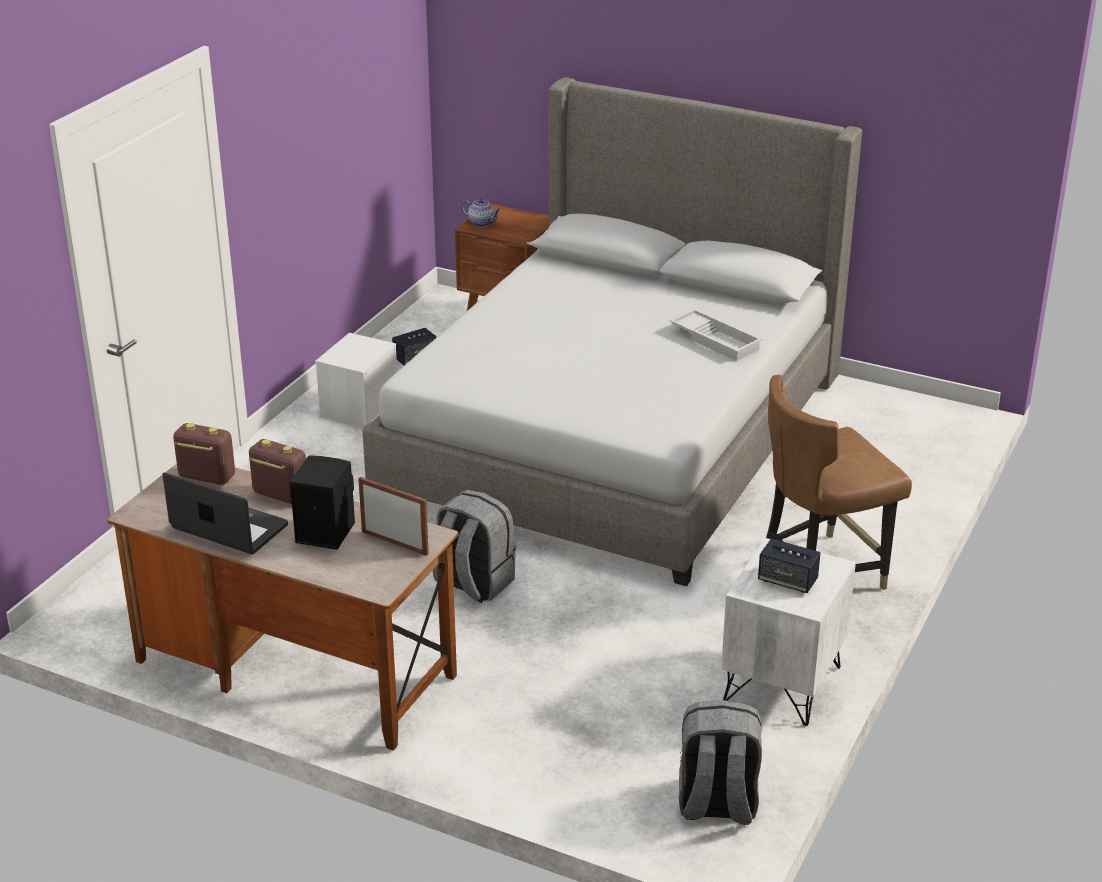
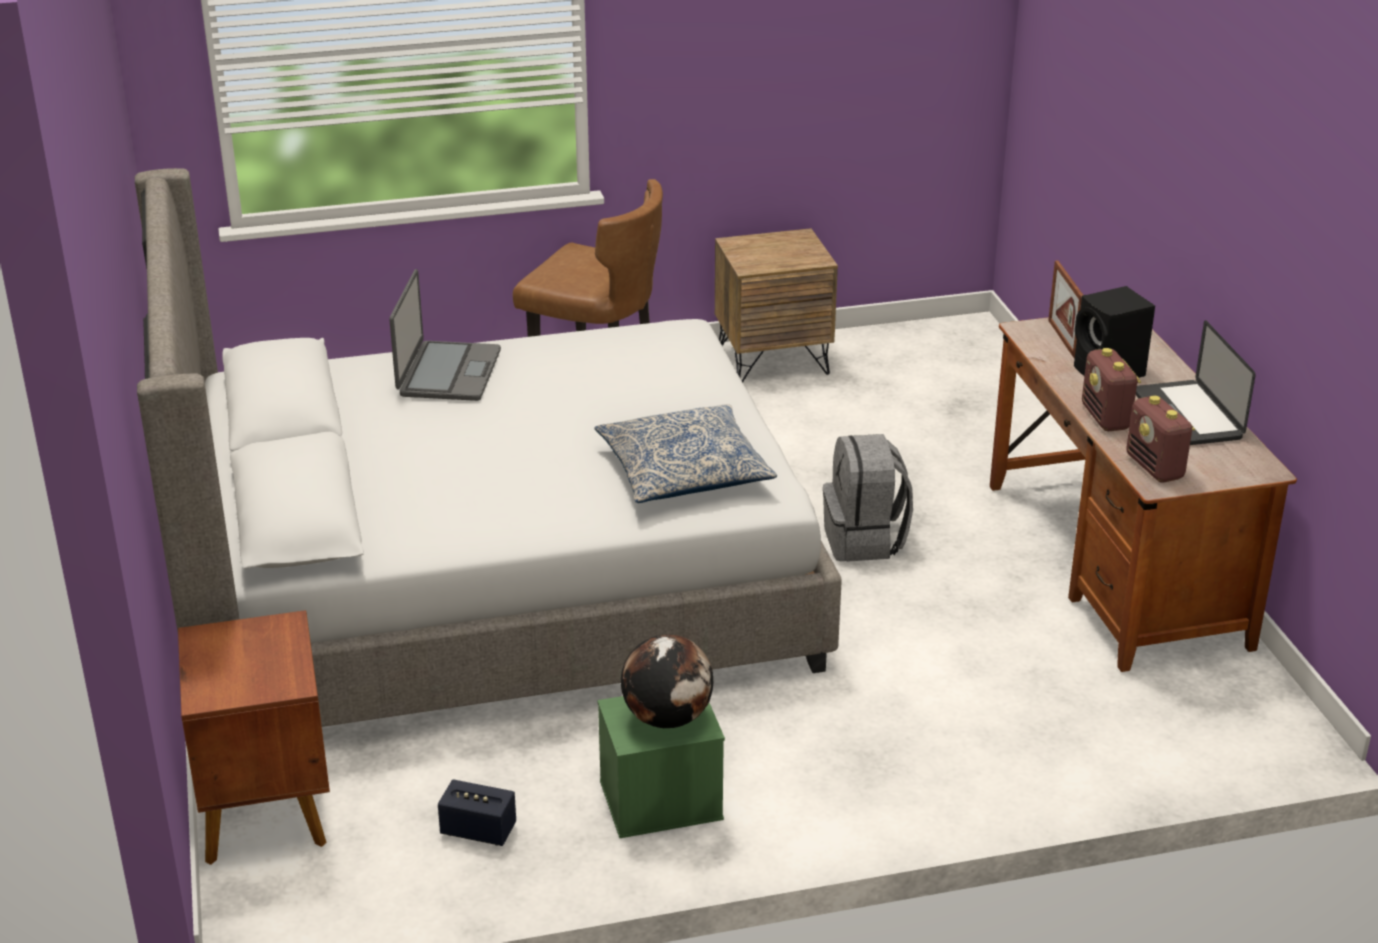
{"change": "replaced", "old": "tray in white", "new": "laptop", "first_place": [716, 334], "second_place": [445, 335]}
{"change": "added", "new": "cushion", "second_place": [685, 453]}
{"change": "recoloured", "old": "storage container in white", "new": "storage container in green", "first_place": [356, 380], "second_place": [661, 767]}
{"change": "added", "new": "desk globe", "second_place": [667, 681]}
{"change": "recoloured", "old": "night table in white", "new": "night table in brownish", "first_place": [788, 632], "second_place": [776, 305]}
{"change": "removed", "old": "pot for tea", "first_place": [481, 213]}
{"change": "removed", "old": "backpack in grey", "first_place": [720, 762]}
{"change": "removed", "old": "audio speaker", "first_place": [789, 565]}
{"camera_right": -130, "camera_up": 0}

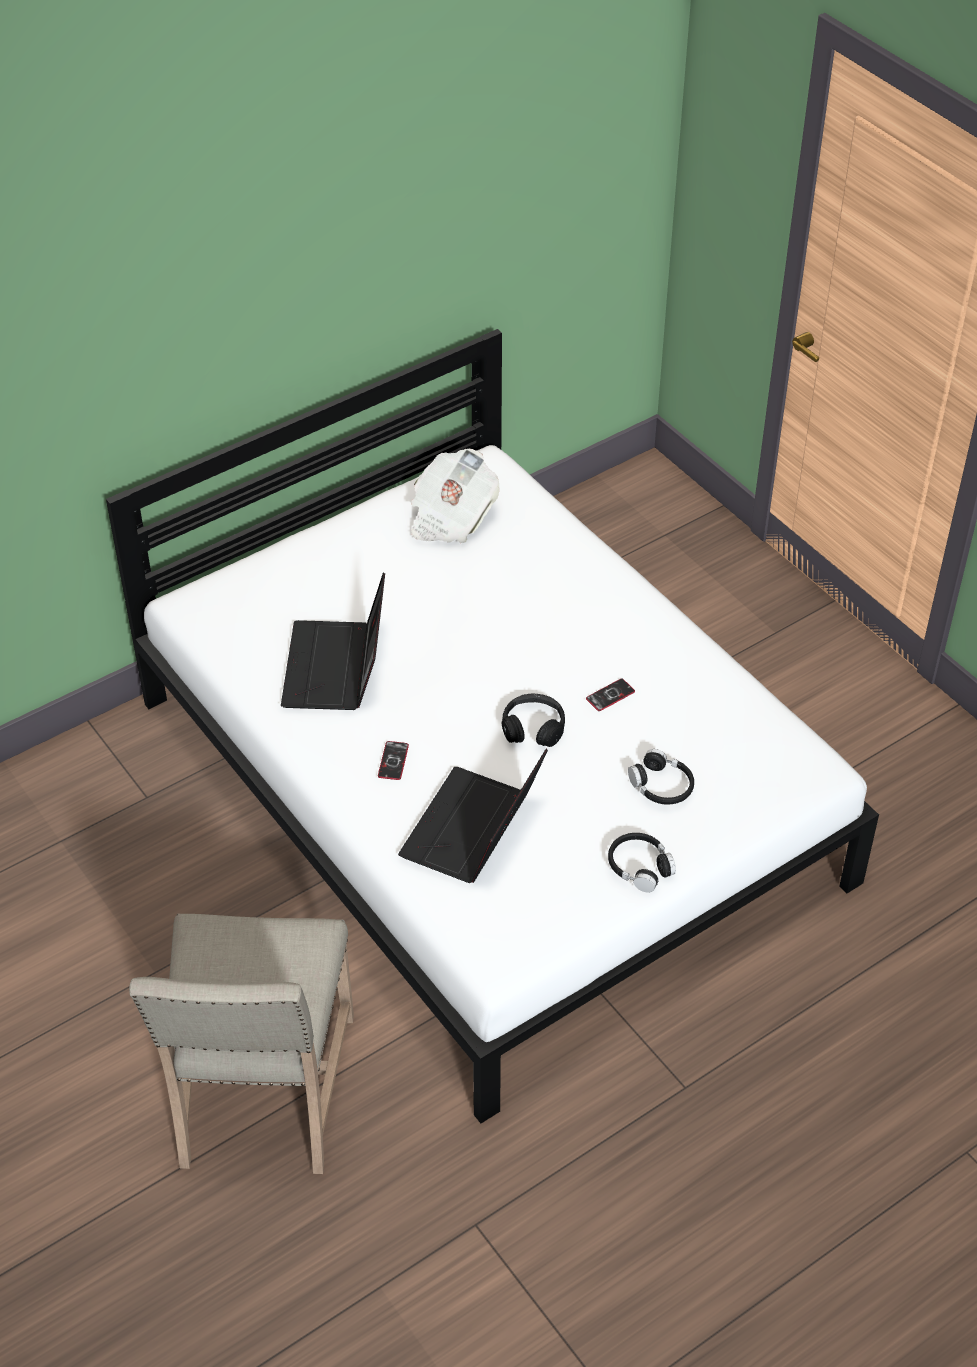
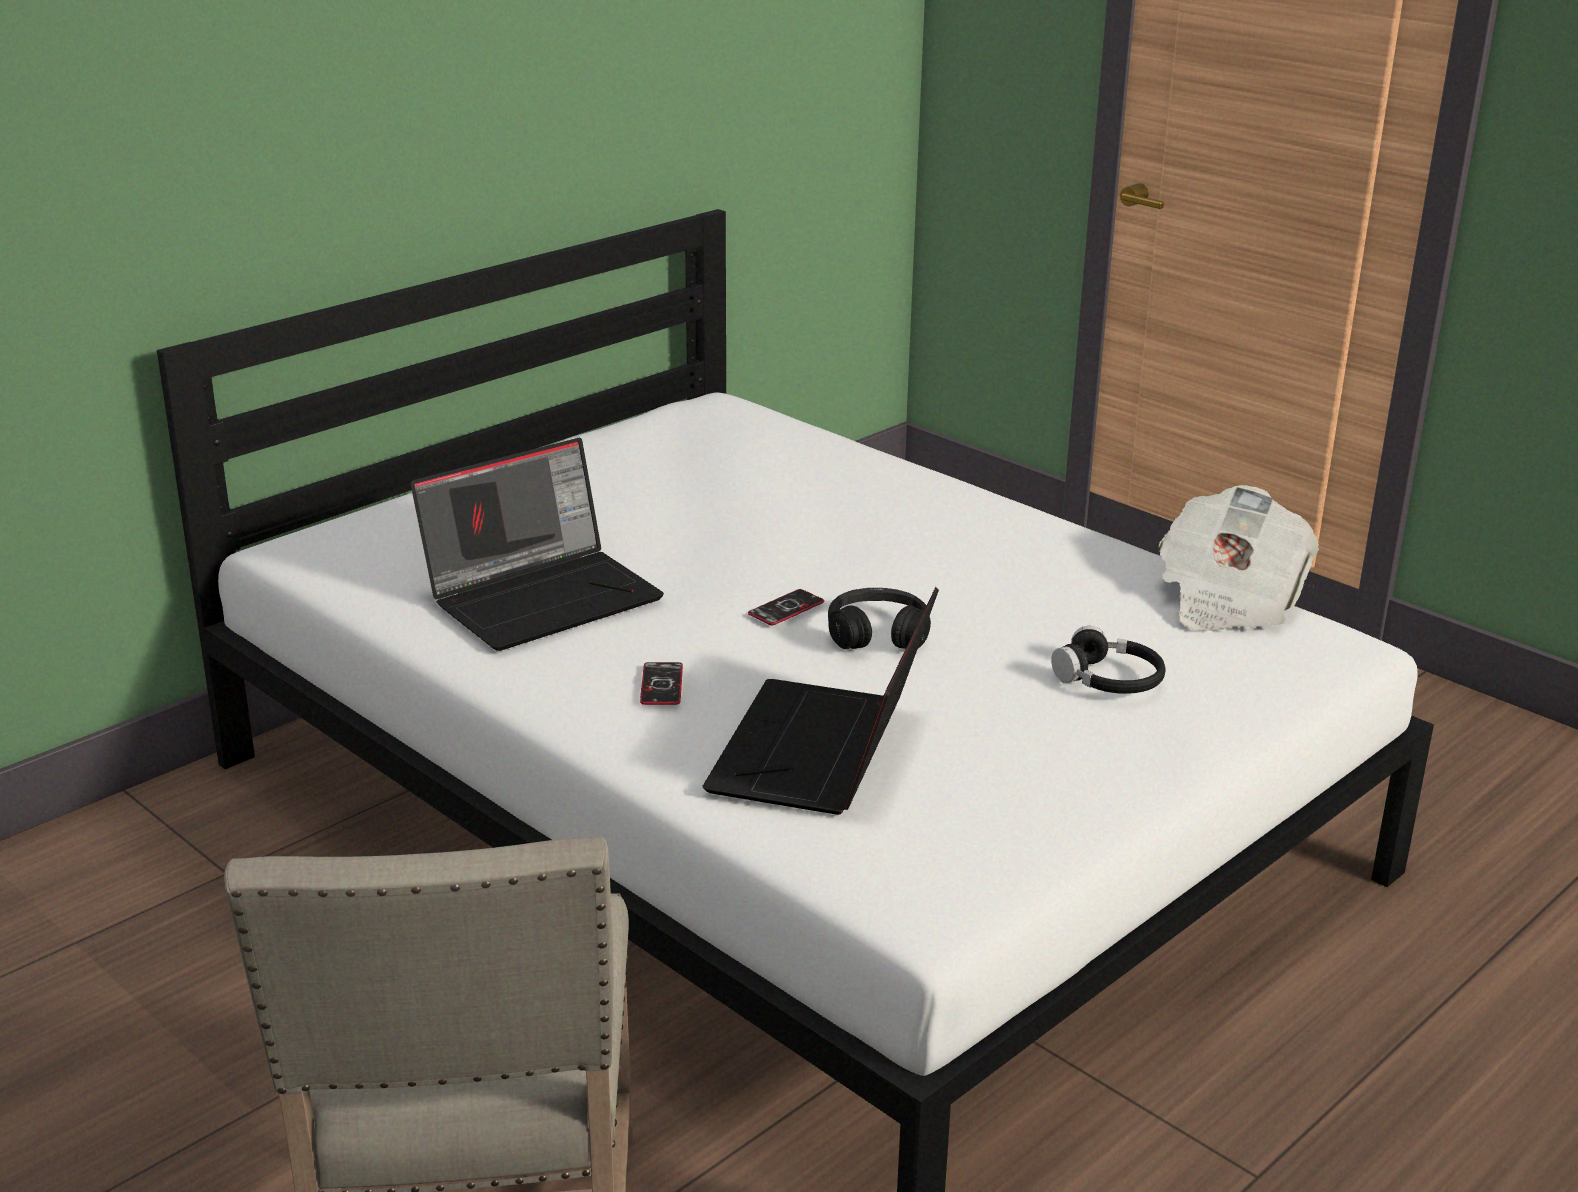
{"change": "turned", "old": "laptop", "first_place": [333, 641], "second_place": [537, 544], "degrees": -120}
{"change": "moved", "old": "telephone", "first_place": [610, 695], "second_place": [786, 607]}
{"change": "moved", "old": "printed paper", "first_place": [455, 496], "second_place": [1238, 558]}
{"change": "removed", "old": "headphones in blackish", "first_place": [642, 862]}
{"camera_right": -10, "camera_up": -20}

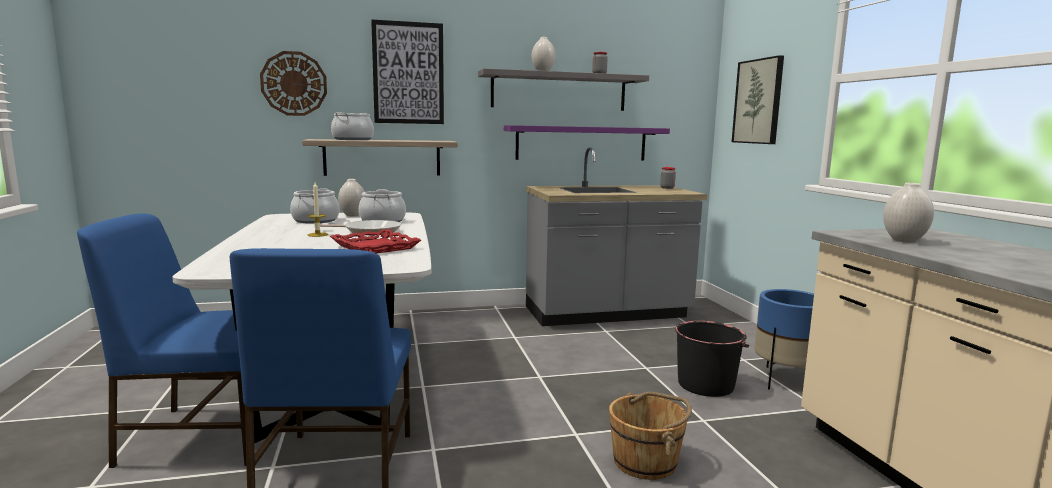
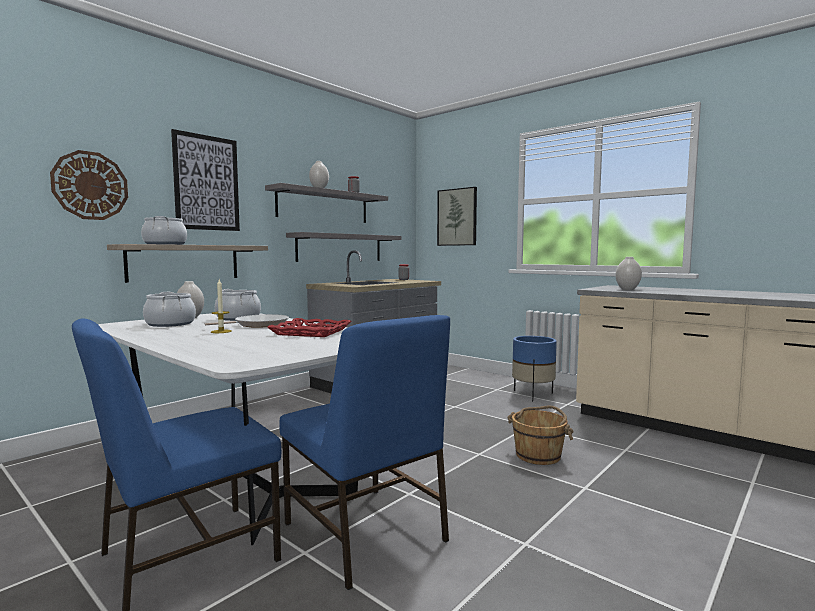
{"change": "recoloured", "old": "shelf in purplish", "new": "shelf in grey", "first_place": [587, 142], "second_place": [343, 247]}
{"change": "removed", "old": "bucket in blackish", "first_place": [712, 359]}
{"camera_right": -35, "camera_up": -5}

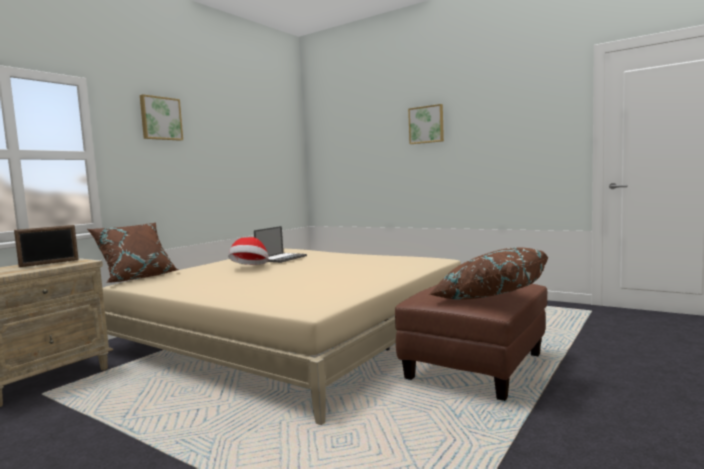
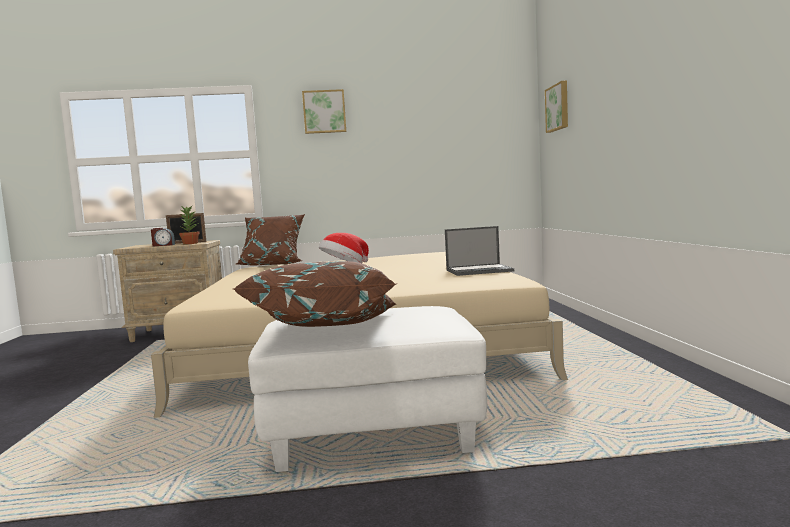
{"change": "added", "new": "table clock", "second_place": [163, 237]}
{"change": "added", "new": "plant in a pot", "second_place": [189, 225]}
{"change": "recoloured", "old": "ottoman in brownish", "new": "ottoman in white", "first_place": [471, 342], "second_place": [367, 389]}
{"change": "moved", "old": "laptop", "first_place": [280, 244], "second_place": [479, 251]}
{"change": "moved", "old": "picture", "first_place": [426, 124], "second_place": [556, 107]}
{"camera_right": 50, "camera_up": 0}

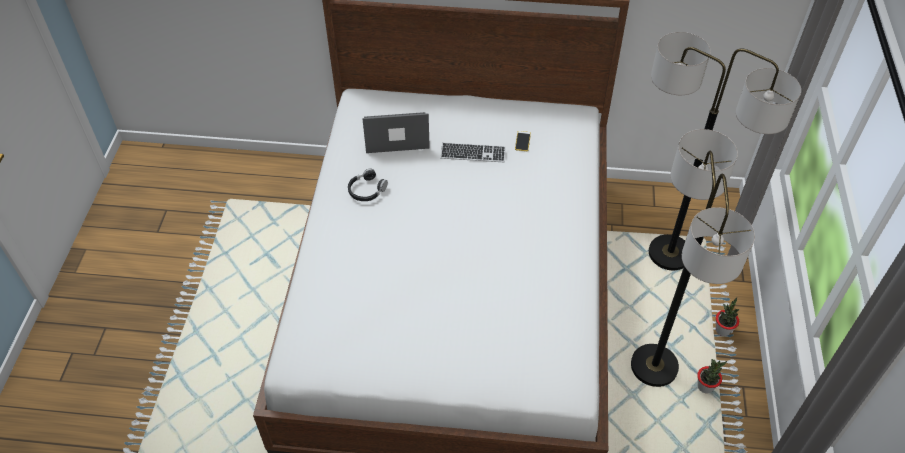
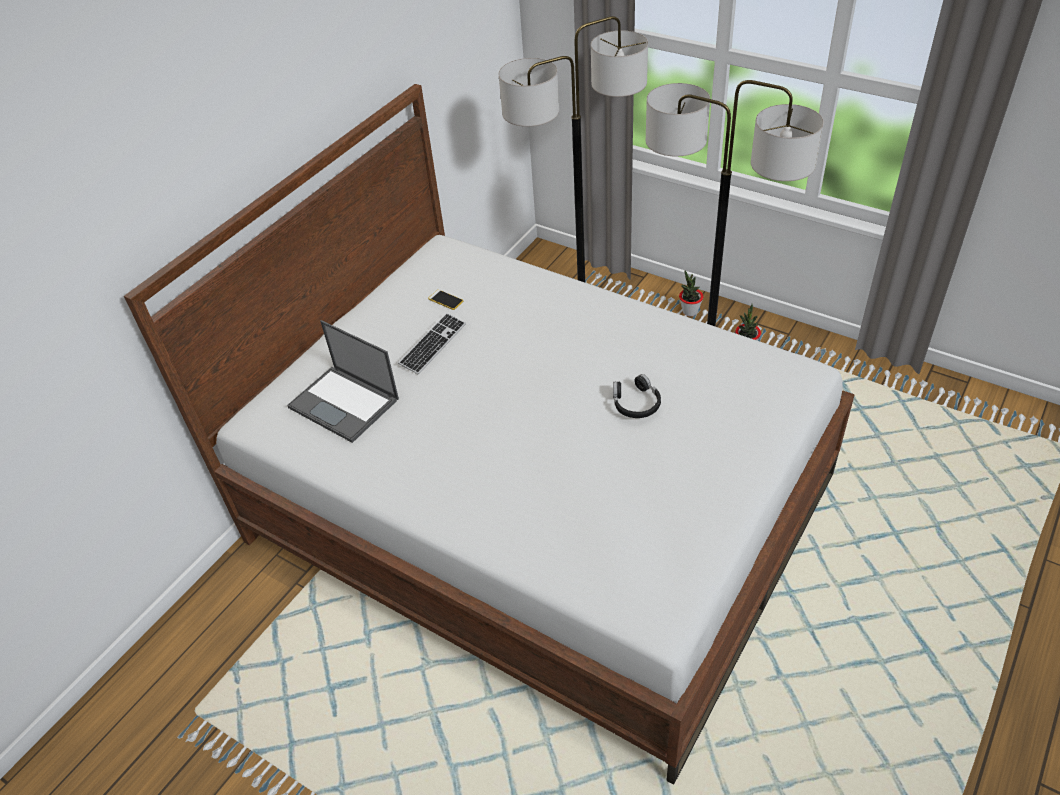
{"change": "turned", "old": "laptop", "first_place": [396, 132], "second_place": [343, 381], "degrees": -75}
{"change": "moved", "old": "headphones in blackish", "first_place": [368, 184], "second_place": [637, 396]}
{"camera_right": -60, "camera_up": -5}

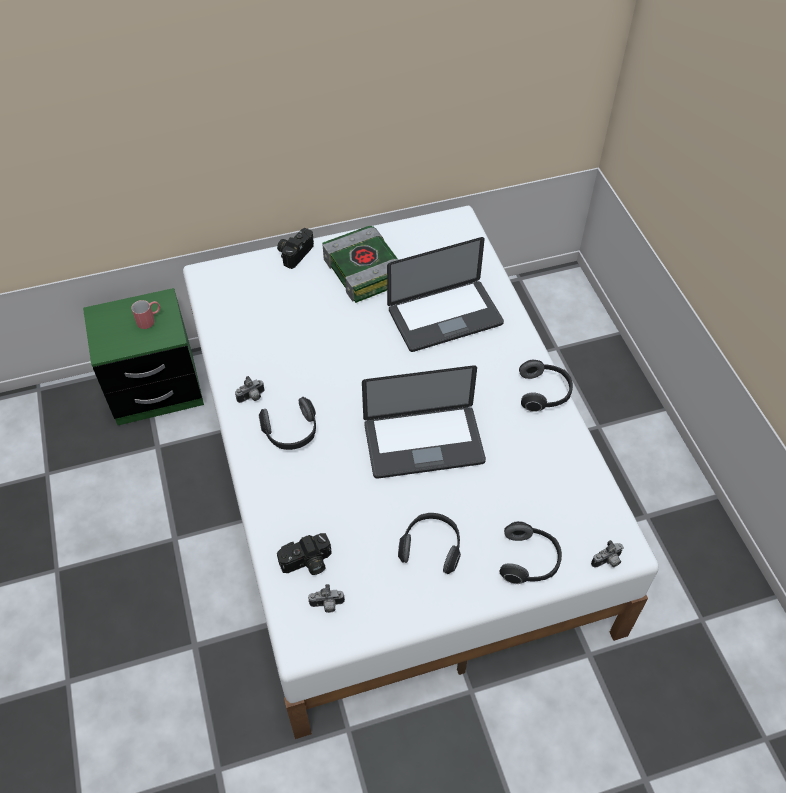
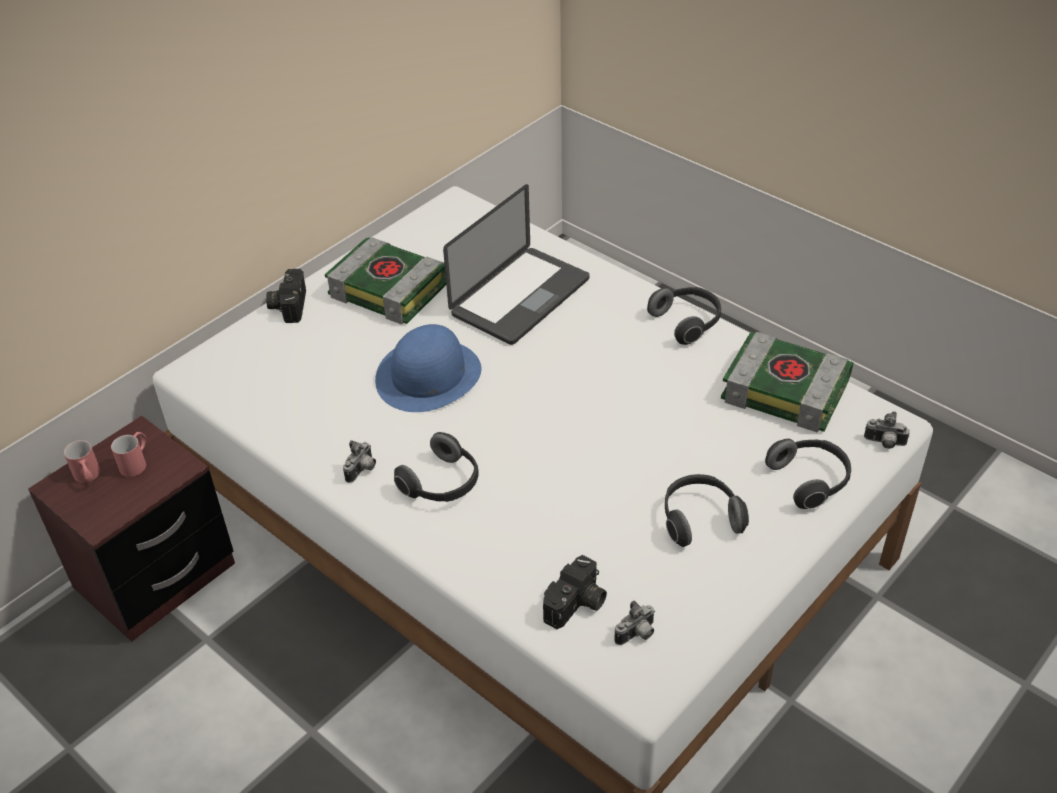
{"change": "recoloured", "old": "night table in green", "new": "night table in brownish", "first_place": [143, 356], "second_place": [131, 529]}
{"change": "added", "new": "coffee mug in red-coloured", "second_place": [82, 461]}
{"change": "added", "new": "wearable hat in blue-coloured", "second_place": [428, 368]}
{"change": "added", "new": "volume", "second_place": [787, 382]}
{"change": "turned", "old": "photo camera", "first_place": [607, 554], "second_place": [887, 430], "degrees": 75}
{"change": "removed", "old": "laptop", "first_place": [424, 422]}
{"camera_right": -30, "camera_up": -10}

